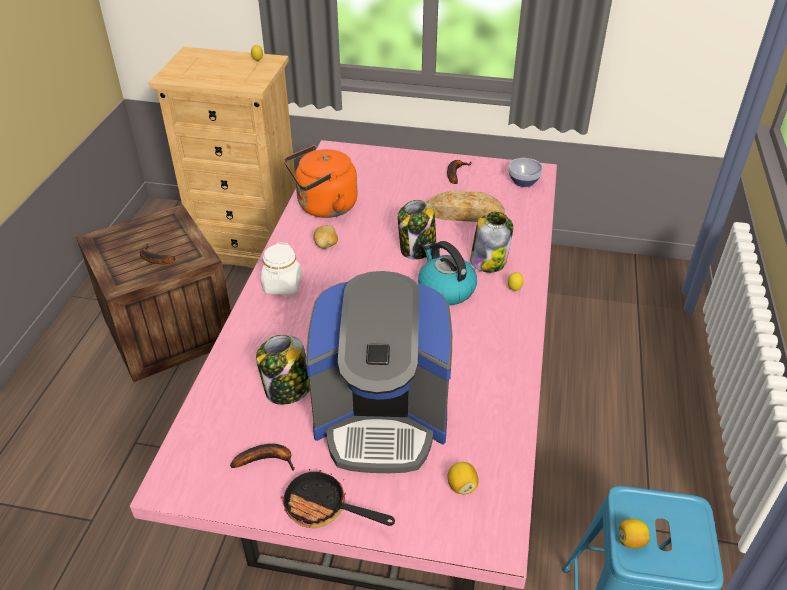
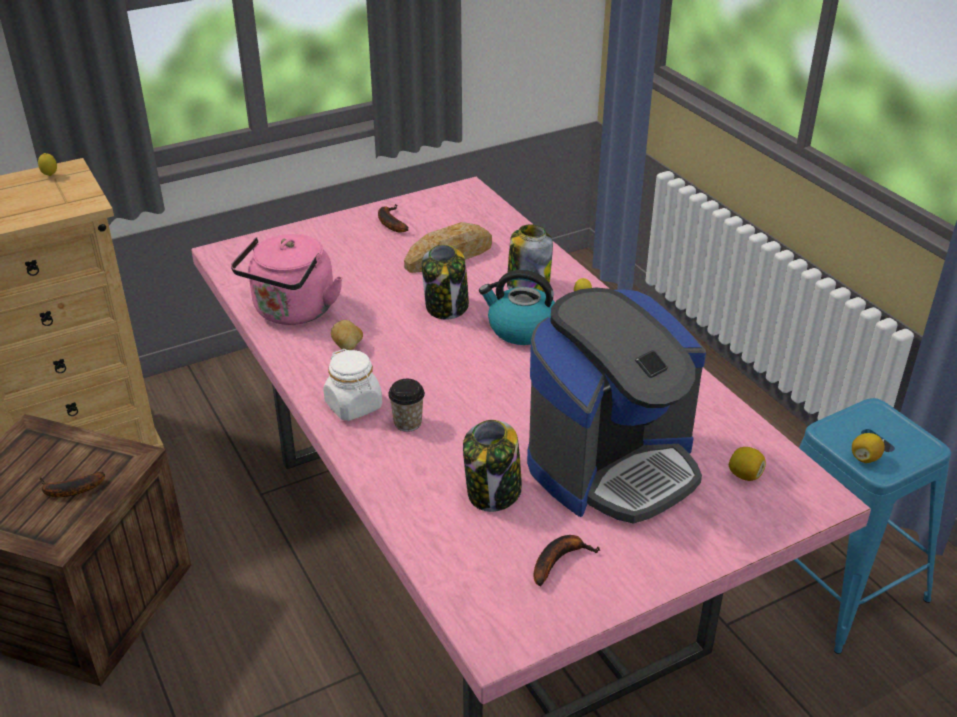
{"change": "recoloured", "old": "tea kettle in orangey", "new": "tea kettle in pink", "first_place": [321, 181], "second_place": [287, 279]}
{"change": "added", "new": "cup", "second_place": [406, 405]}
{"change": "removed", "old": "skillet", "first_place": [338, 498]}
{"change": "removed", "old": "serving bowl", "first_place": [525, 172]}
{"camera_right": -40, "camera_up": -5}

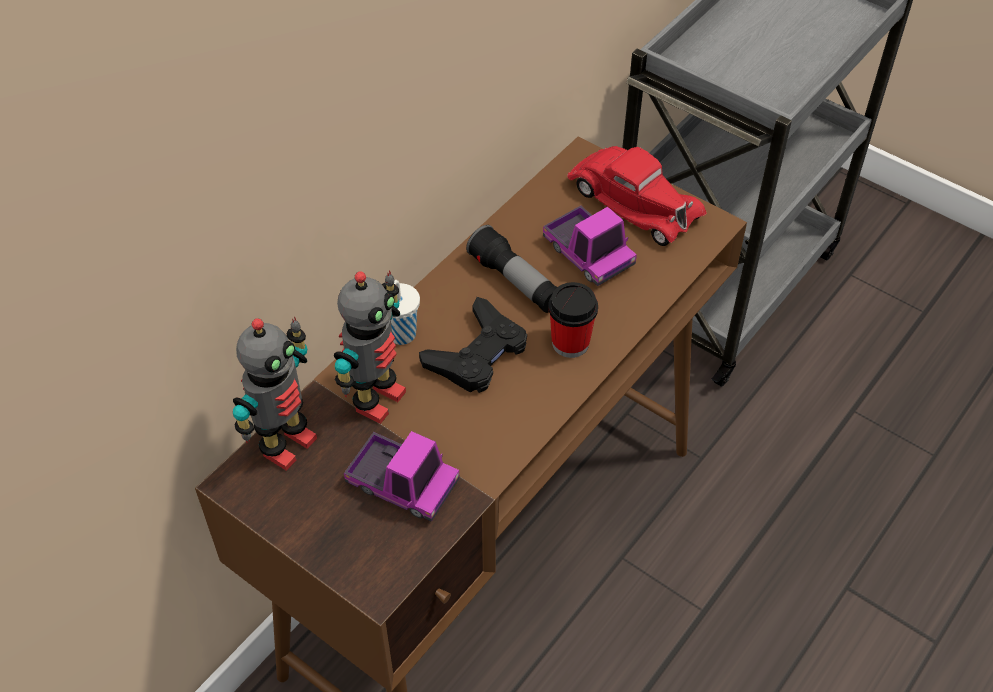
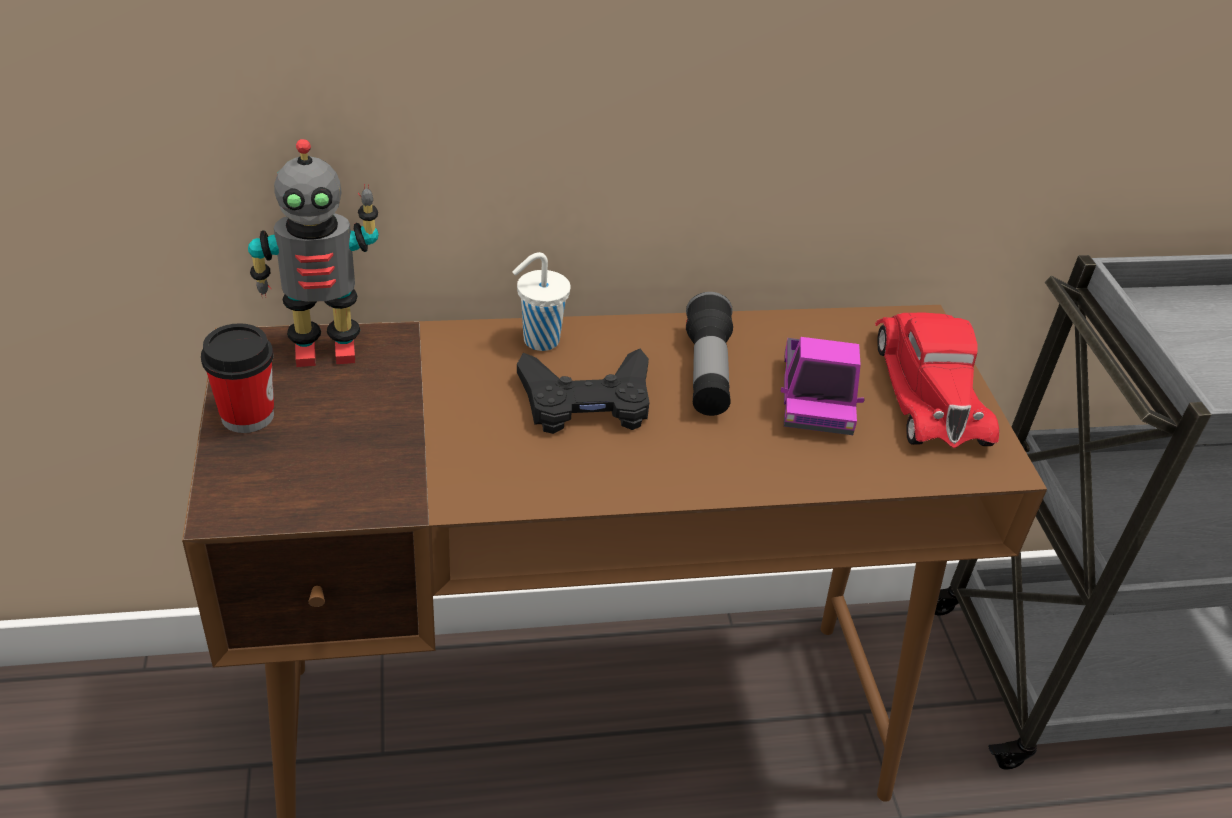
{"change": "moved", "old": "cup", "first_place": [573, 320], "second_place": [237, 378]}
{"change": "removed", "old": "model robot", "first_place": [370, 347]}
{"change": "removed", "old": "toy lorry", "first_place": [402, 476]}
{"camera_right": 40, "camera_up": -10}

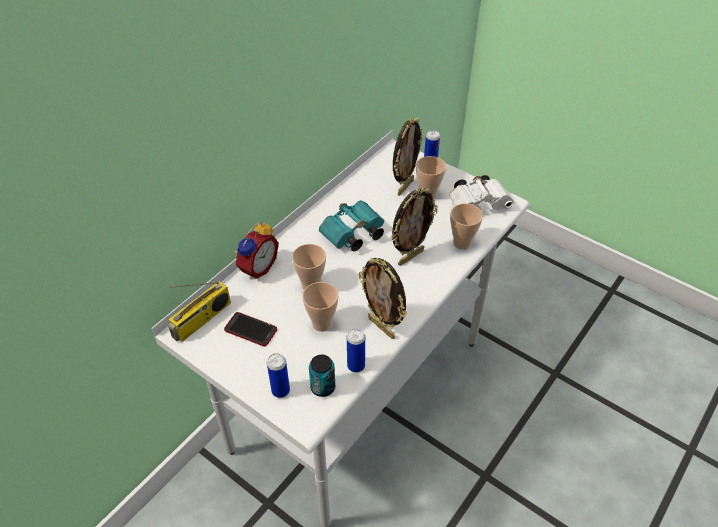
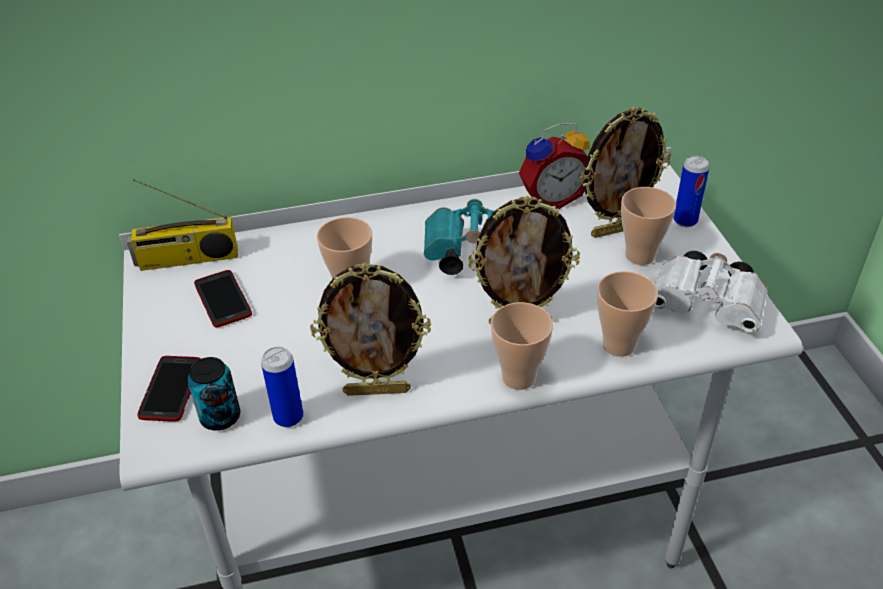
{"change": "replaced", "old": "can", "new": "telephone", "first_place": [278, 375], "second_place": [169, 389]}
{"change": "turned", "old": "standing frame", "first_place": [383, 298], "second_place": [370, 329], "degrees": -90}
{"change": "moved", "old": "cup", "first_place": [320, 307], "second_place": [522, 346]}
{"change": "moved", "old": "table clock", "first_place": [256, 250], "second_place": [554, 165]}
{"camera_right": 40, "camera_up": -5}

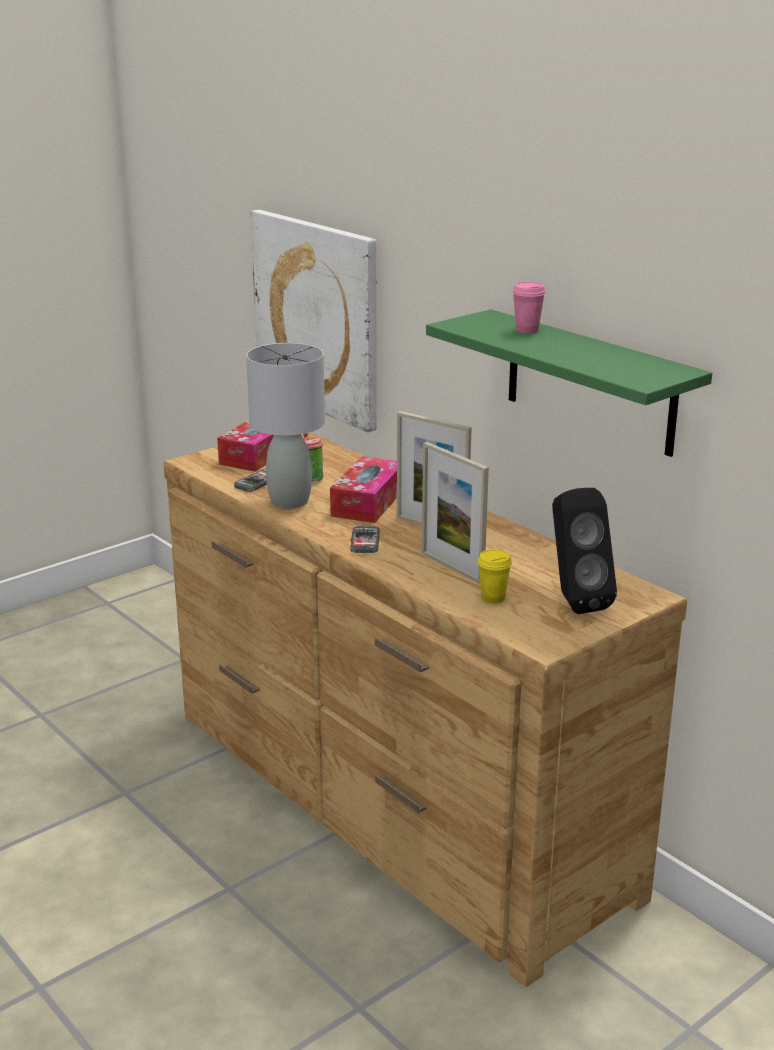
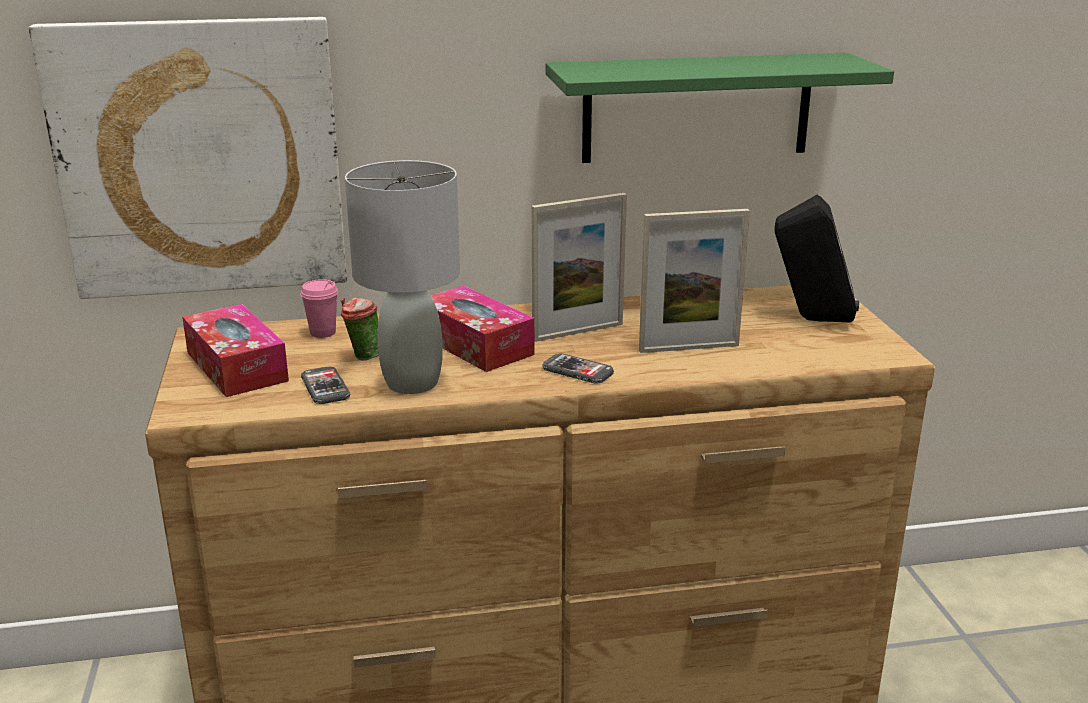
{"change": "moved", "old": "cup in pink", "first_place": [529, 307], "second_place": [319, 308]}
{"change": "removed", "old": "cup in yellow-coloured", "first_place": [495, 576]}
{"camera_right": -60, "camera_up": 0}

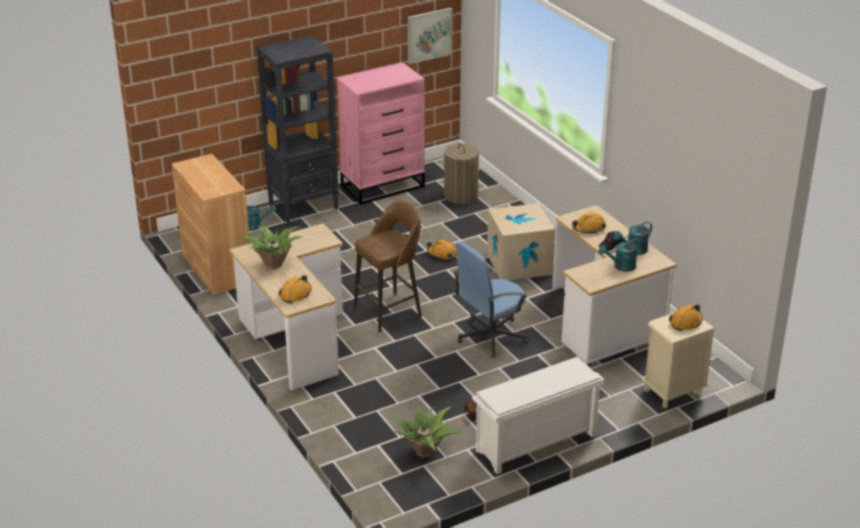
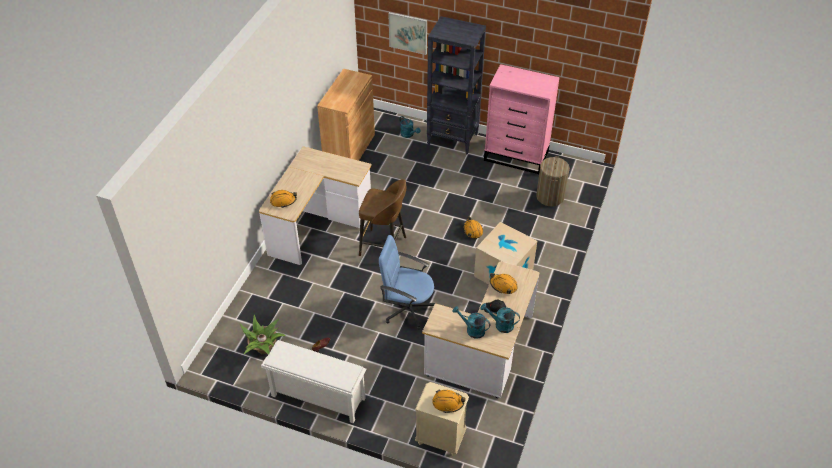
{"change": "moved", "old": "picture", "first_place": [430, 36], "second_place": [407, 33]}
{"change": "removed", "old": "plant in a pot", "first_place": [270, 247]}
{"camera_right": 50, "camera_up": 15}

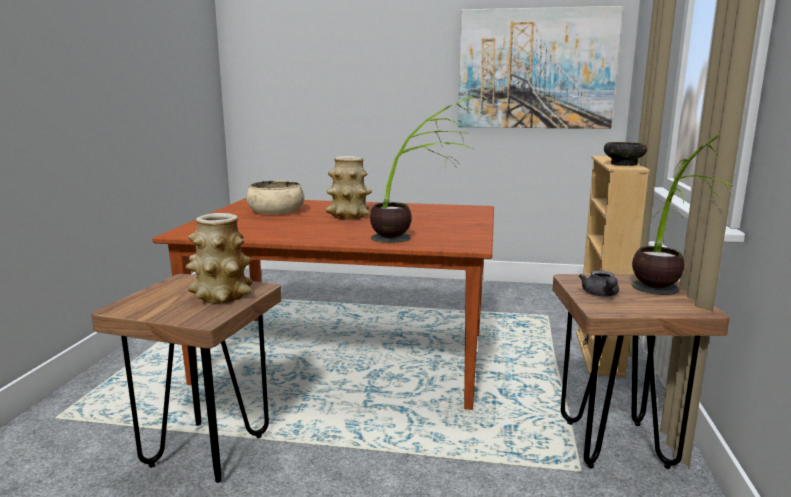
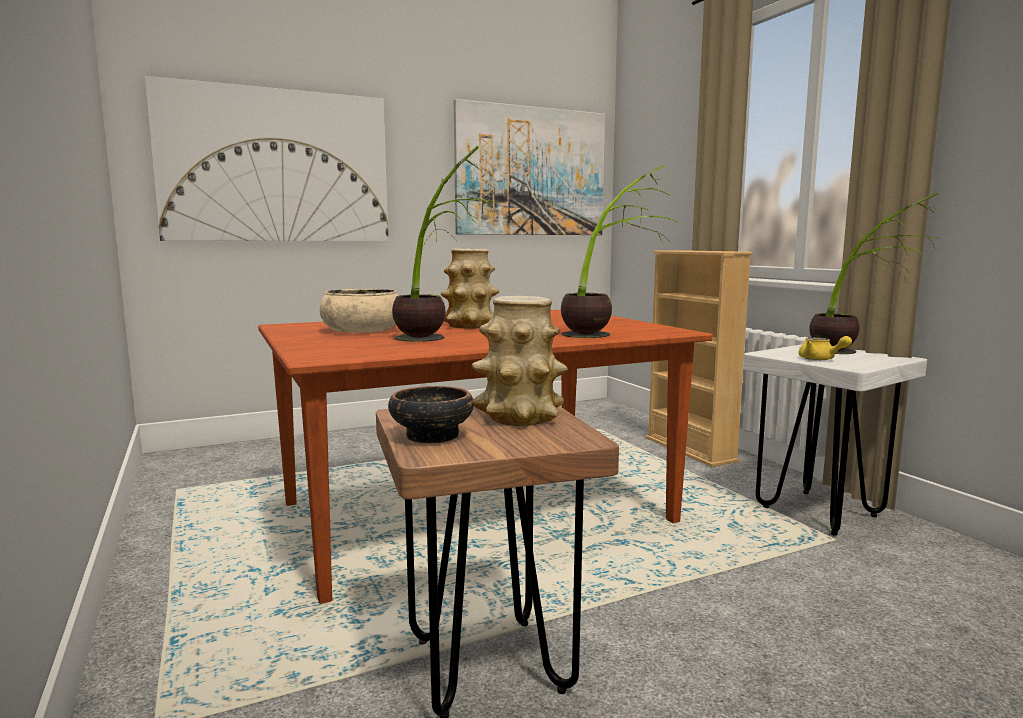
{"change": "added", "new": "picture", "second_place": [266, 158]}
{"change": "moved", "old": "serving bowl", "first_place": [625, 154], "second_place": [431, 414]}
{"change": "added", "new": "plant in a pot", "second_place": [443, 244]}
{"change": "recoloured", "old": "stool seat in brownish", "new": "stool seat in white", "first_place": [641, 371], "second_place": [835, 440]}
{"change": "recoloured", "old": "pot for tea in grey", "new": "pot for tea in yellow-coloured", "first_place": [599, 283], "second_place": [825, 348]}
{"camera_right": -35, "camera_up": -5}

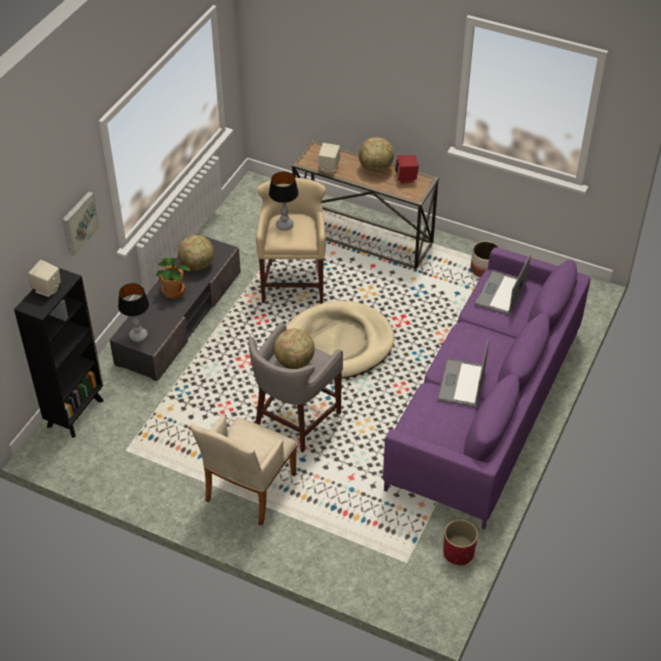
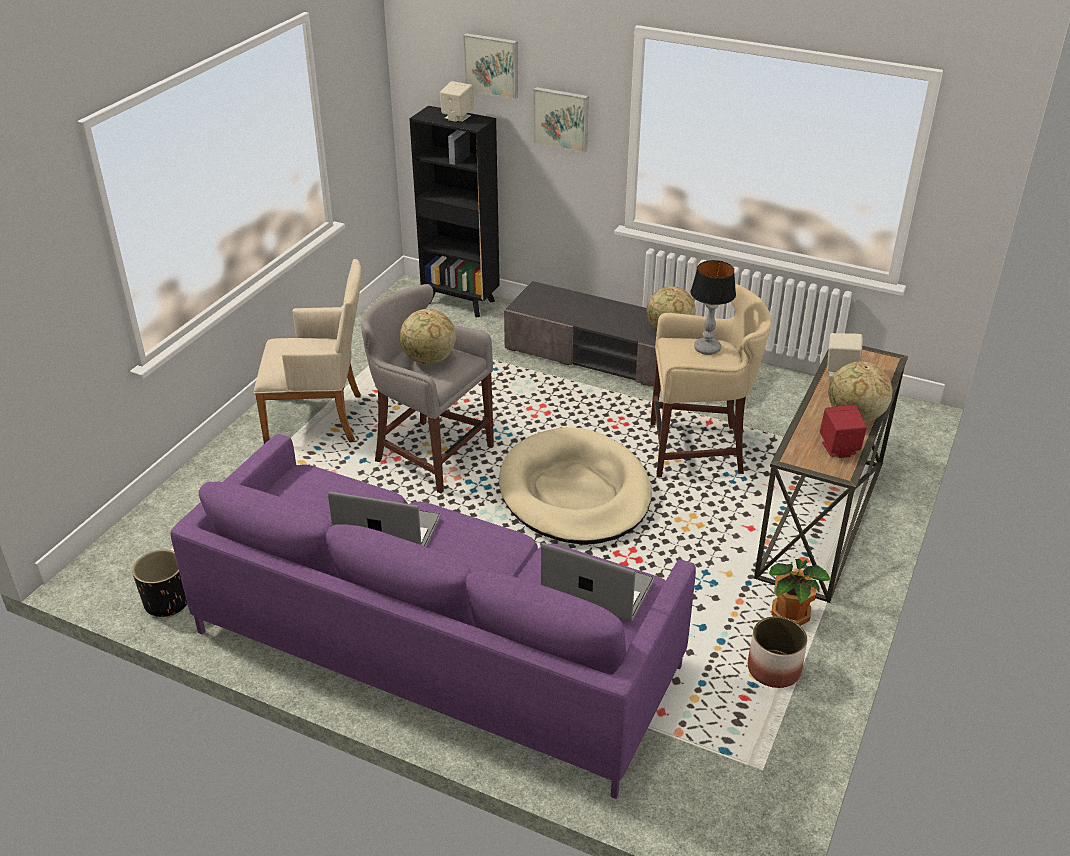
{"change": "recoloured", "old": "flower pot in red-coloured", "new": "flower pot in blackish", "first_place": [460, 542], "second_place": [159, 583]}
{"change": "turned", "old": "armchair in sand-coloured", "first_place": [243, 470], "second_place": [308, 351], "degrees": 150}
{"change": "added", "new": "picture", "second_place": [490, 66]}
{"change": "moved", "old": "plant in a pot", "first_place": [173, 278], "second_place": [800, 592]}
{"change": "removed", "old": "table lamp", "first_place": [133, 312]}
{"camera_right": 90, "camera_up": -10}

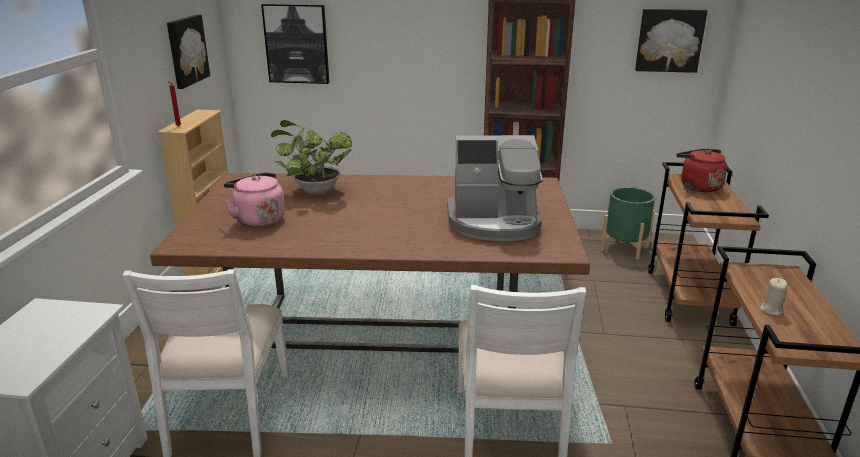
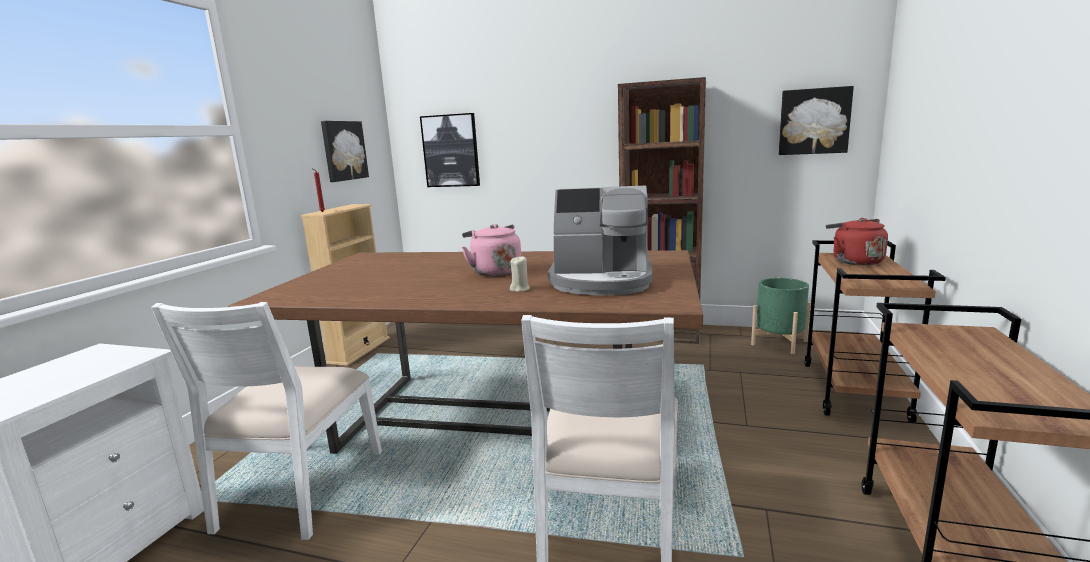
{"change": "moved", "old": "tea kettle in pink", "first_place": [254, 199], "second_place": [491, 250]}
{"change": "moved", "old": "wax candle in sand-coloured", "first_place": [773, 297], "second_place": [520, 274]}
{"change": "removed", "old": "plant in a pot", "first_place": [311, 157]}
{"camera_right": 10, "camera_up": -10}

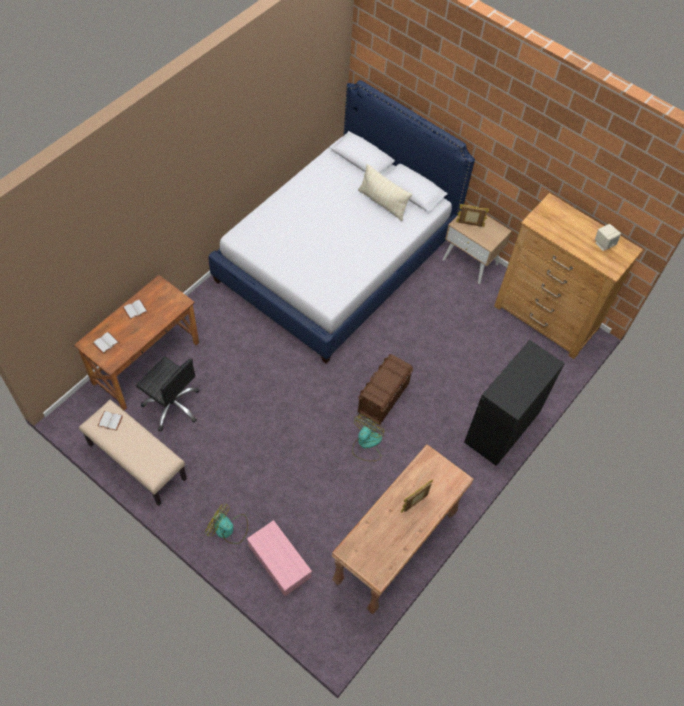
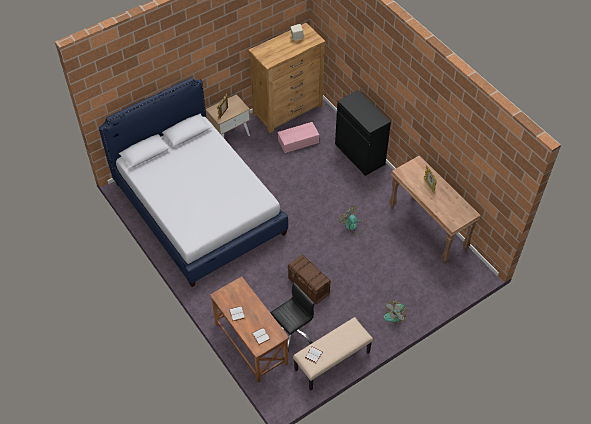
{"change": "moved", "old": "storage container in pink", "first_place": [279, 558], "second_place": [299, 137]}
{"change": "moved", "old": "storage container in brownish", "first_place": [386, 389], "second_place": [309, 279]}
{"change": "removed", "old": "cushion in sand-coloured", "first_place": [385, 192]}
{"camera_right": -70, "camera_up": -5}

